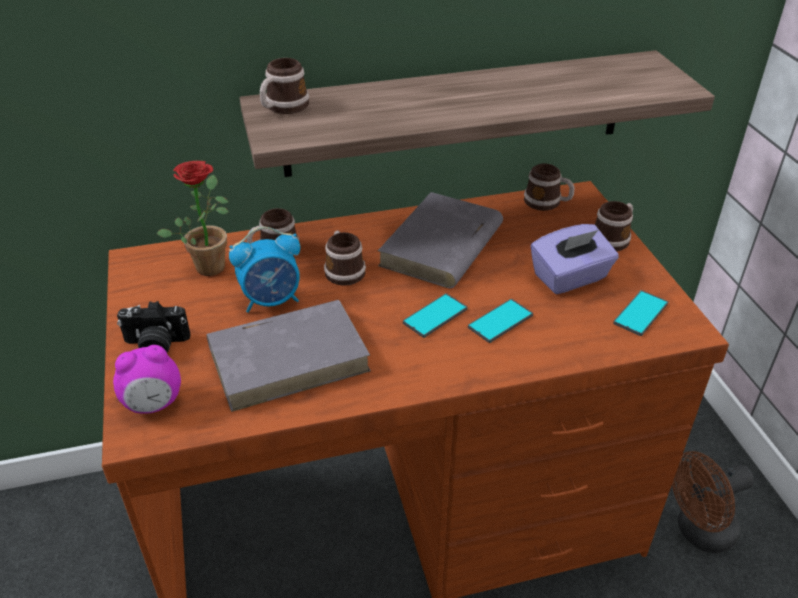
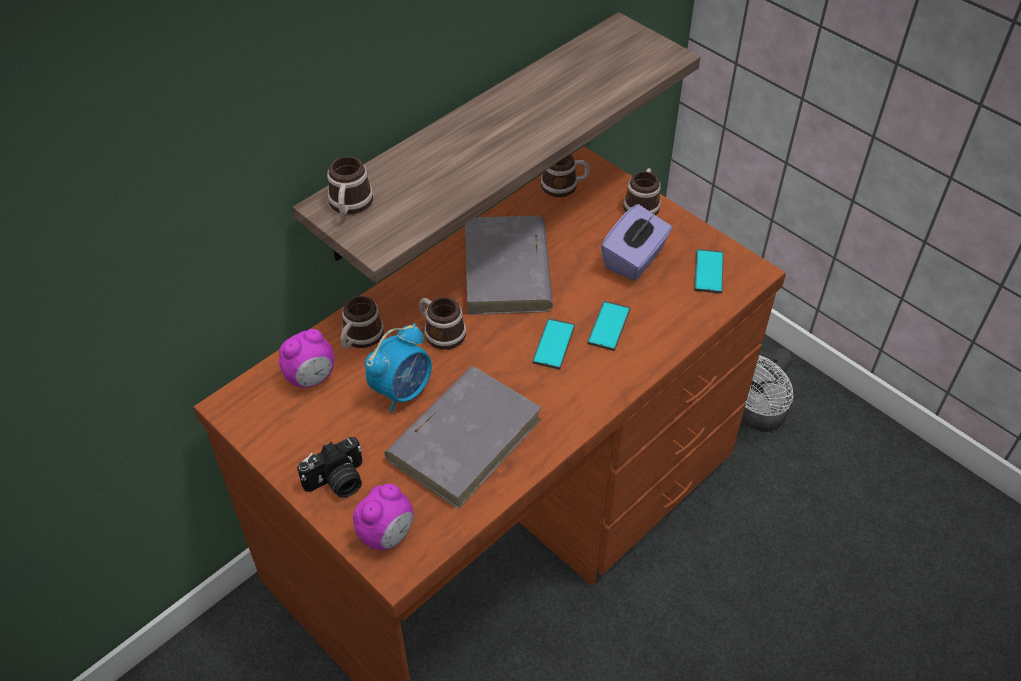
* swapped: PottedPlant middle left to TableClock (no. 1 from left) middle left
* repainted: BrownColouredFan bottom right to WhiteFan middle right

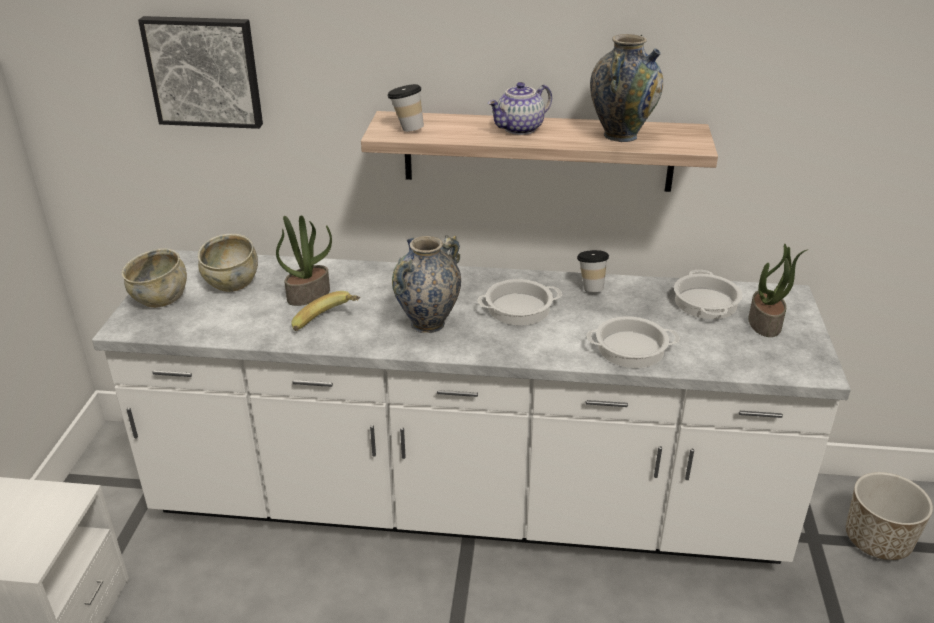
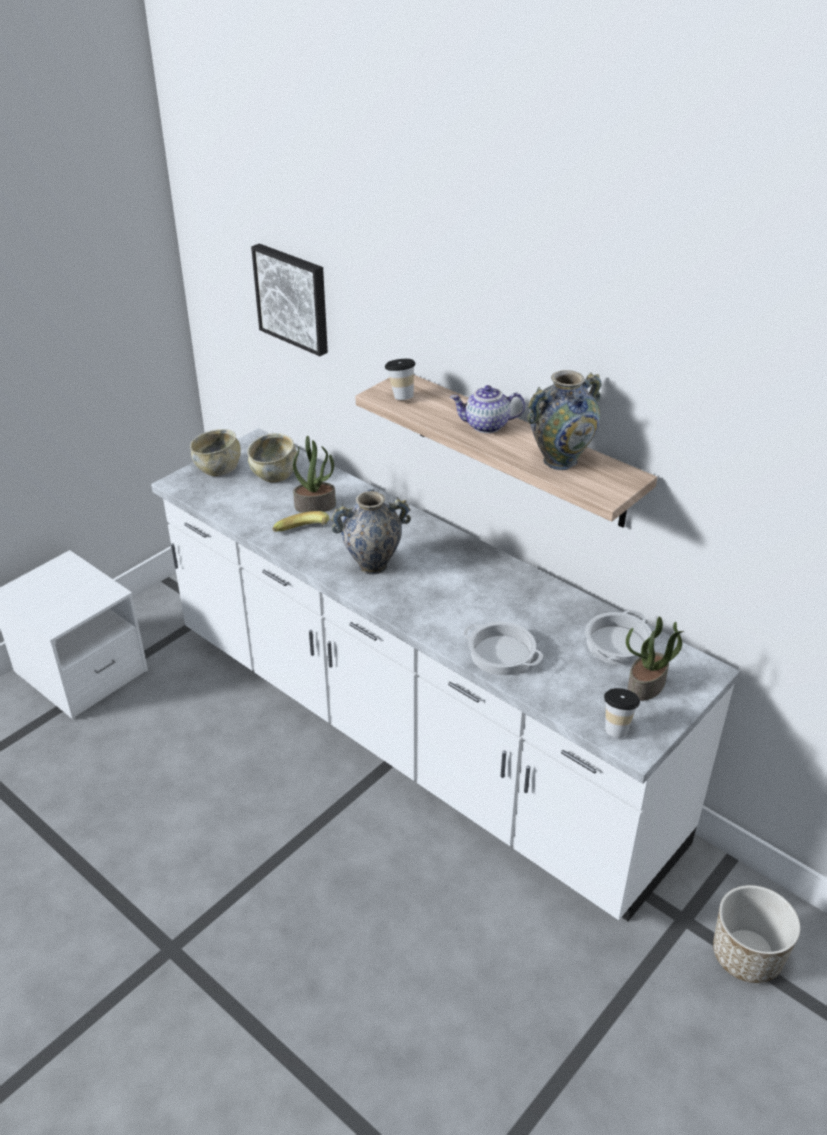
* shifted: Cup (no. 2 from left) centre to middle right
* gone: CookingPot (no. 1 from left) centre

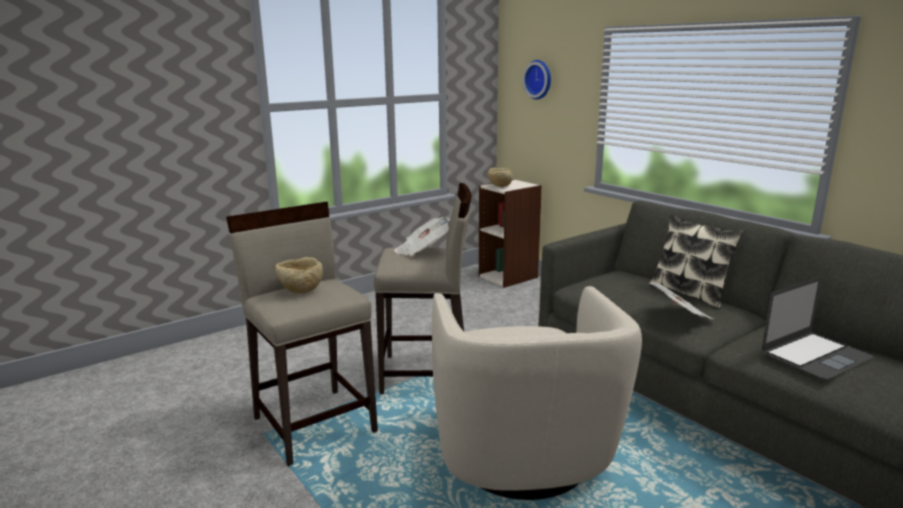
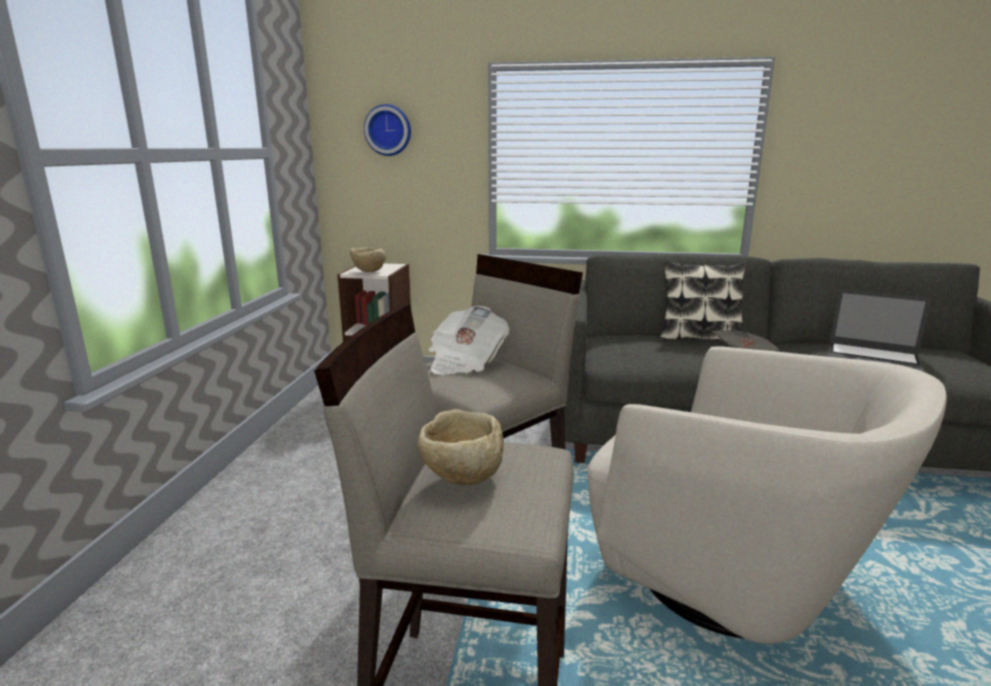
* rotated: PortableComputer middle right = middle right 105 degrees clockwise

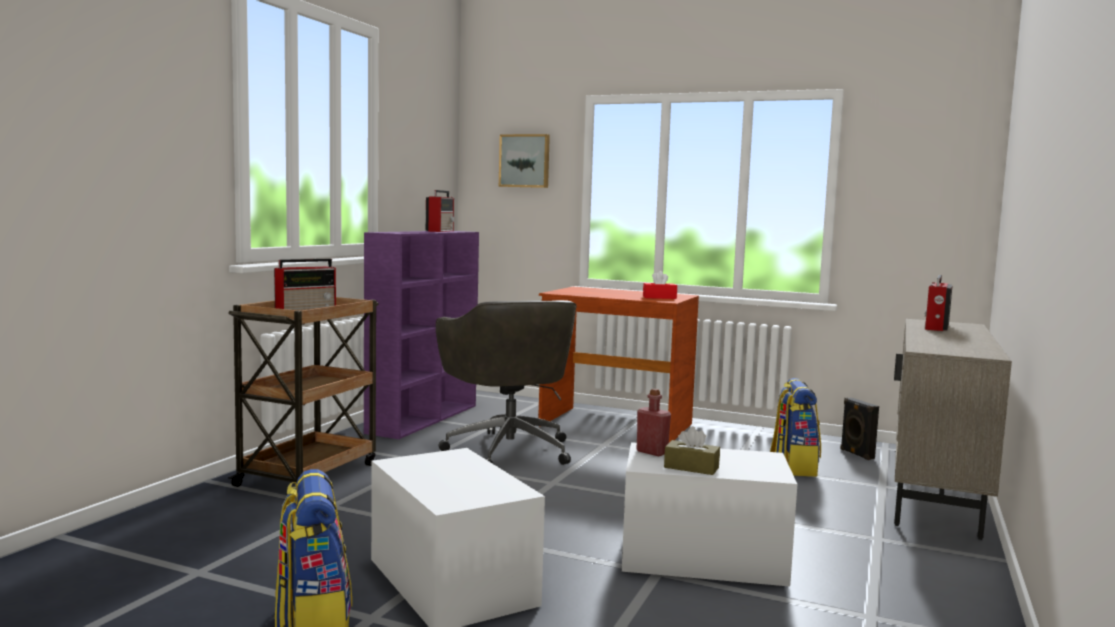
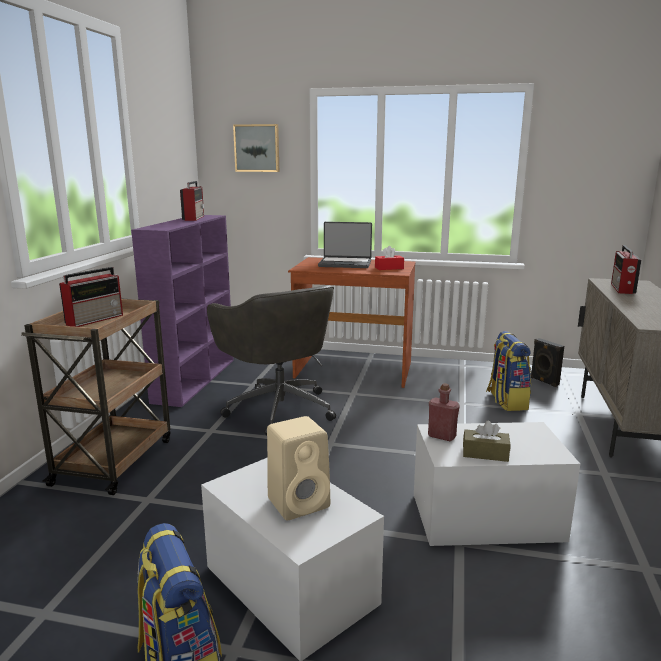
* new: PortableComputer centre
* new: SandColouredAudioSpeaker bottom centre

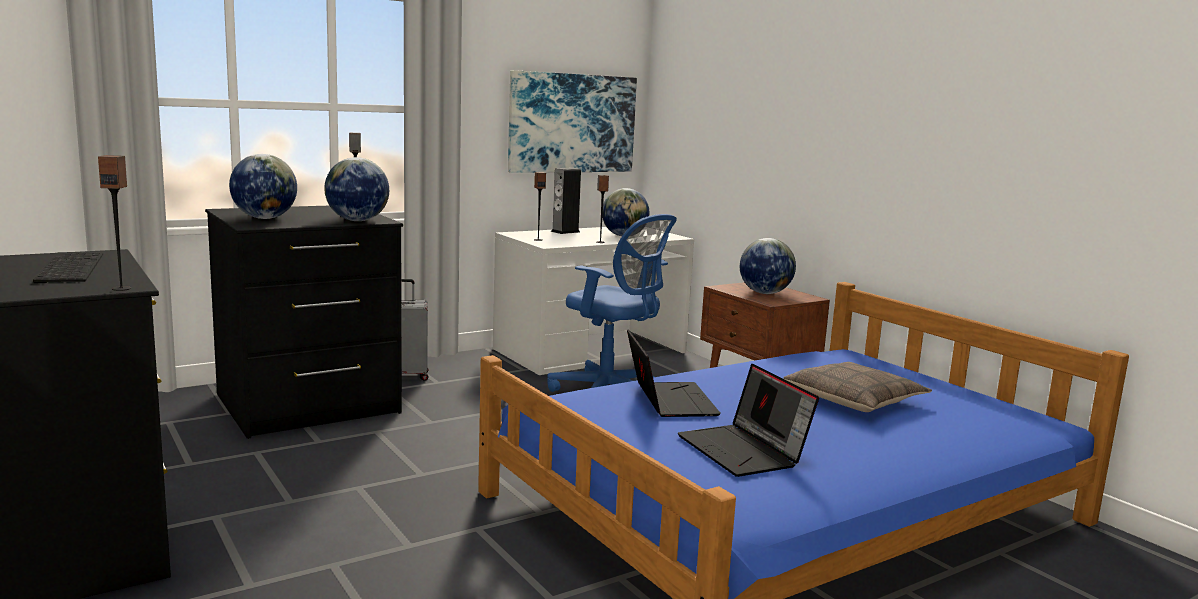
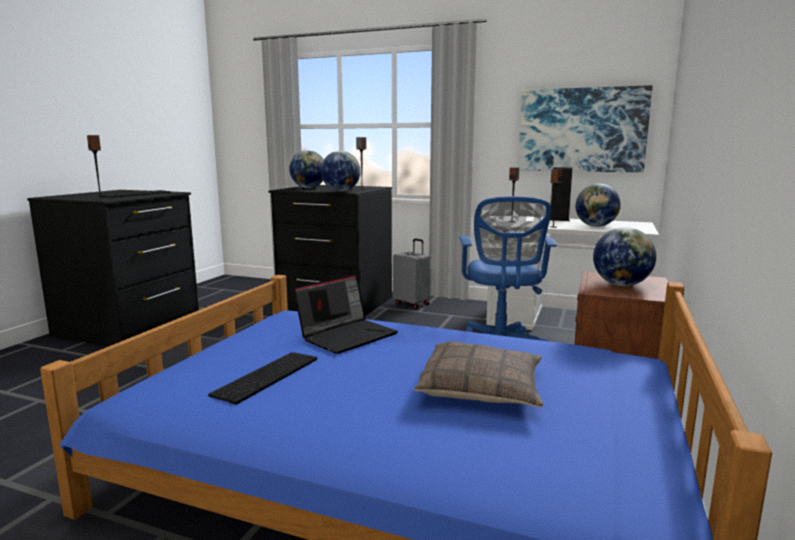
* swapped: PortableComputer (no. 2 from left) bottom centre to PcKeyboard (no. 2 from left) bottom left

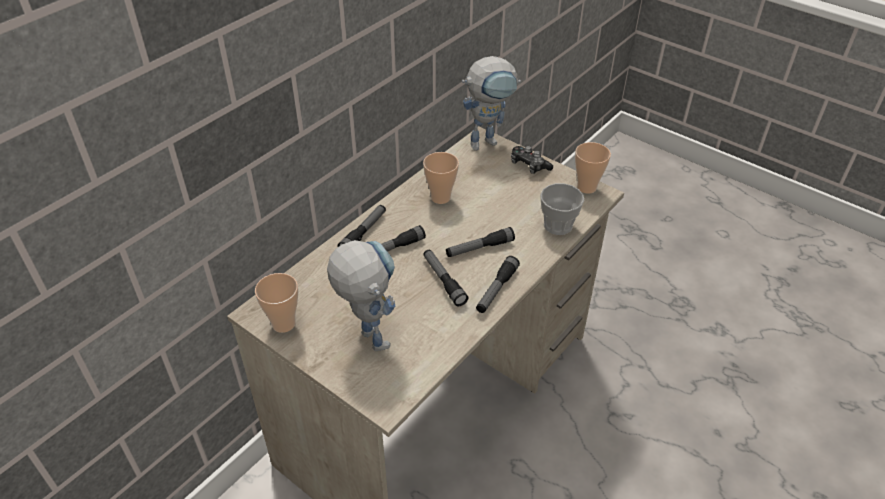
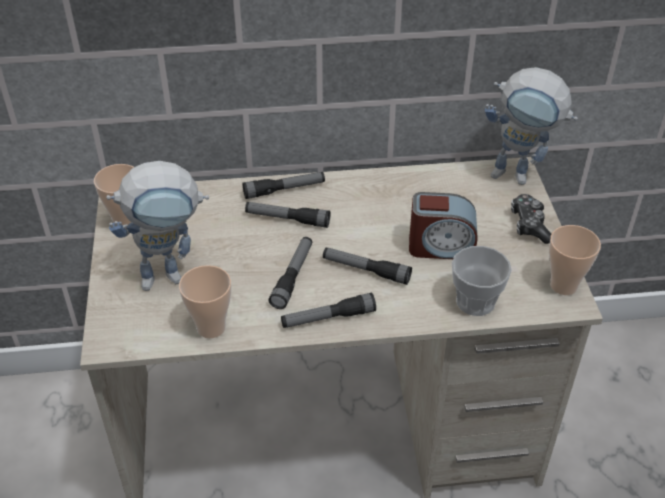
* shifted: Cup (no. 2 from left) centre to middle left
* rotated: ModelRobot (no. 1 from left) centre = middle left 60 degrees clockwise
* new: TableClock centre

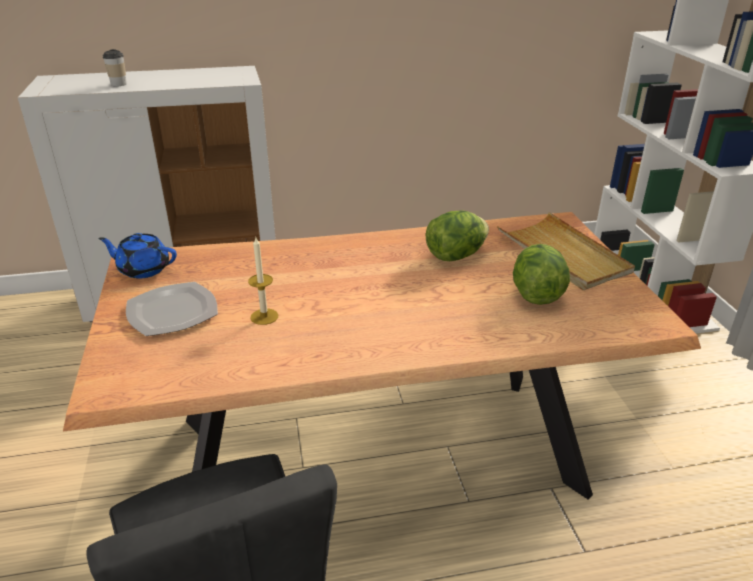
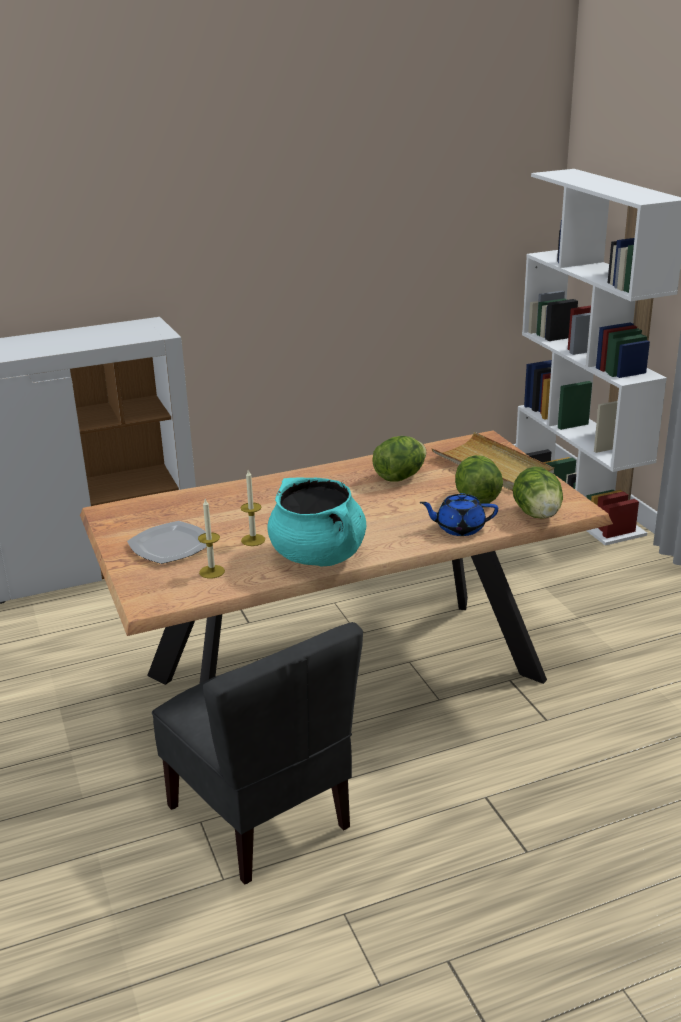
* gone: Cup top left
* shifted: BluePotForTea middle left to middle right
* new: HeadOfLettuce (no. 3 from left) middle right
* new: BlueGreenCookingPot centre
* new: Candle (no. 1 from left) middle left

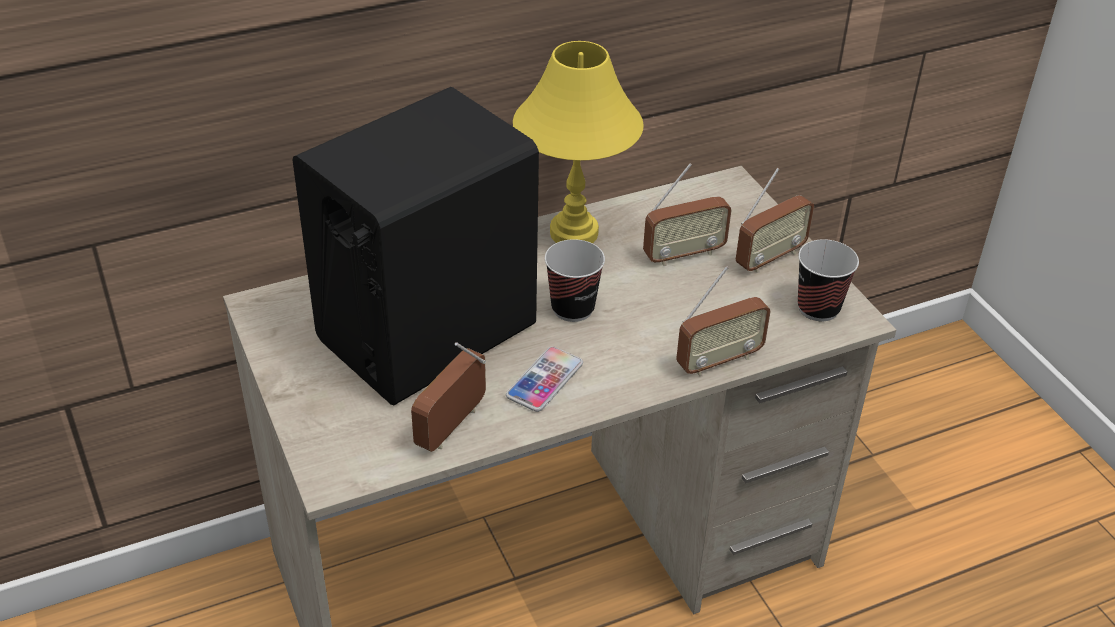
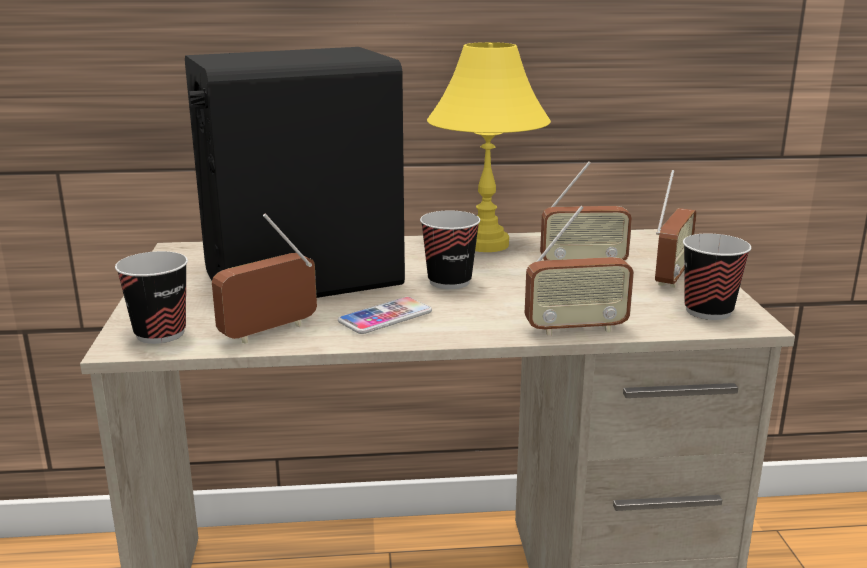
* rotated: RadioSet (no. 4 from left) middle right = middle right 45 degrees counterclockwise
* new: Cup (no. 1 from left) middle left

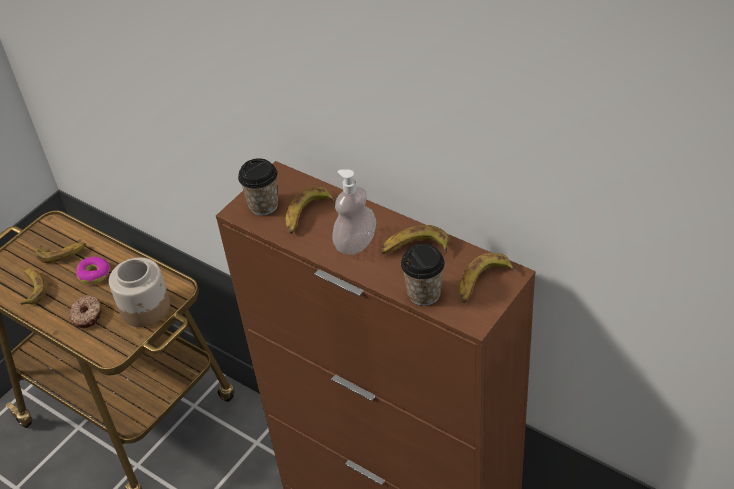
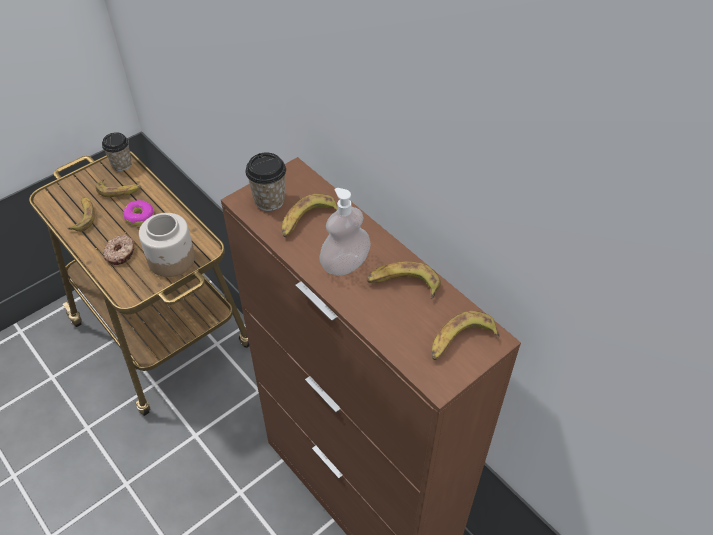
* shifted: Cup (no. 2 from left in the first image) centre to Cup (no. 1 from left) top left

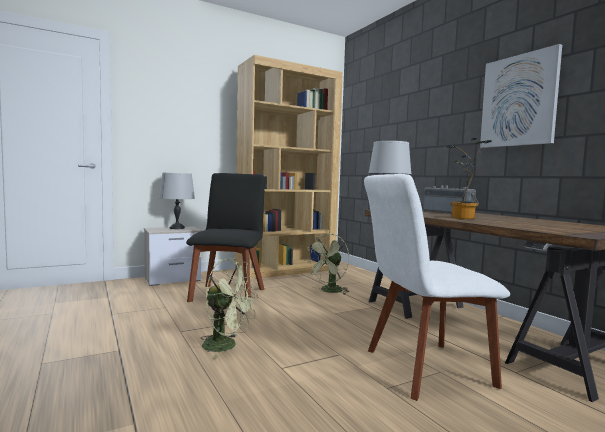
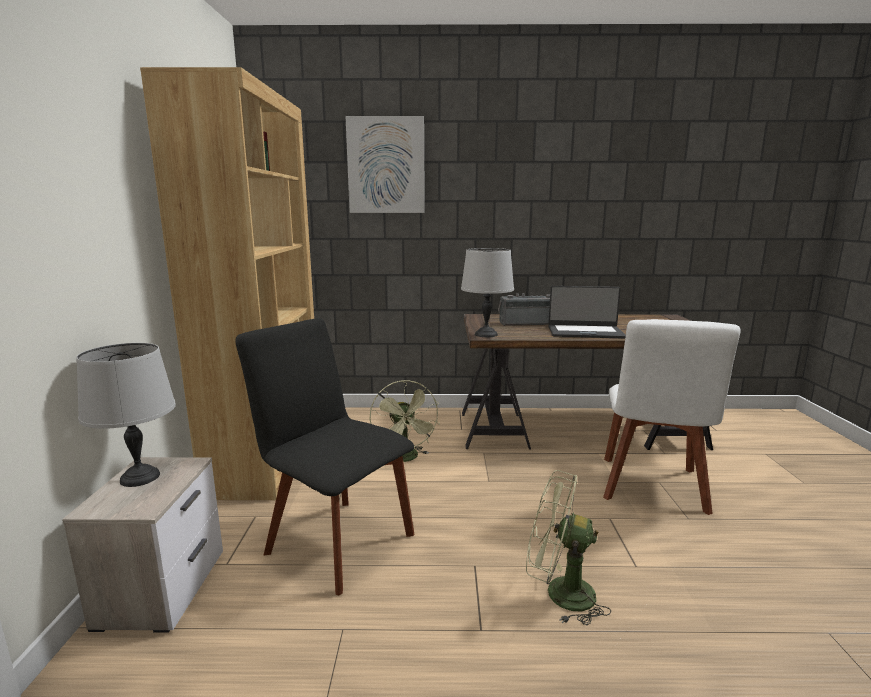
* shifted: Picture top right to top centre
* swapped: PottedPlant middle right to PortableComputer middle right
* rotated: GreenFan (no. 1 from left in the first image) bottom centre = bottom centre 120 degrees counterclockwise

